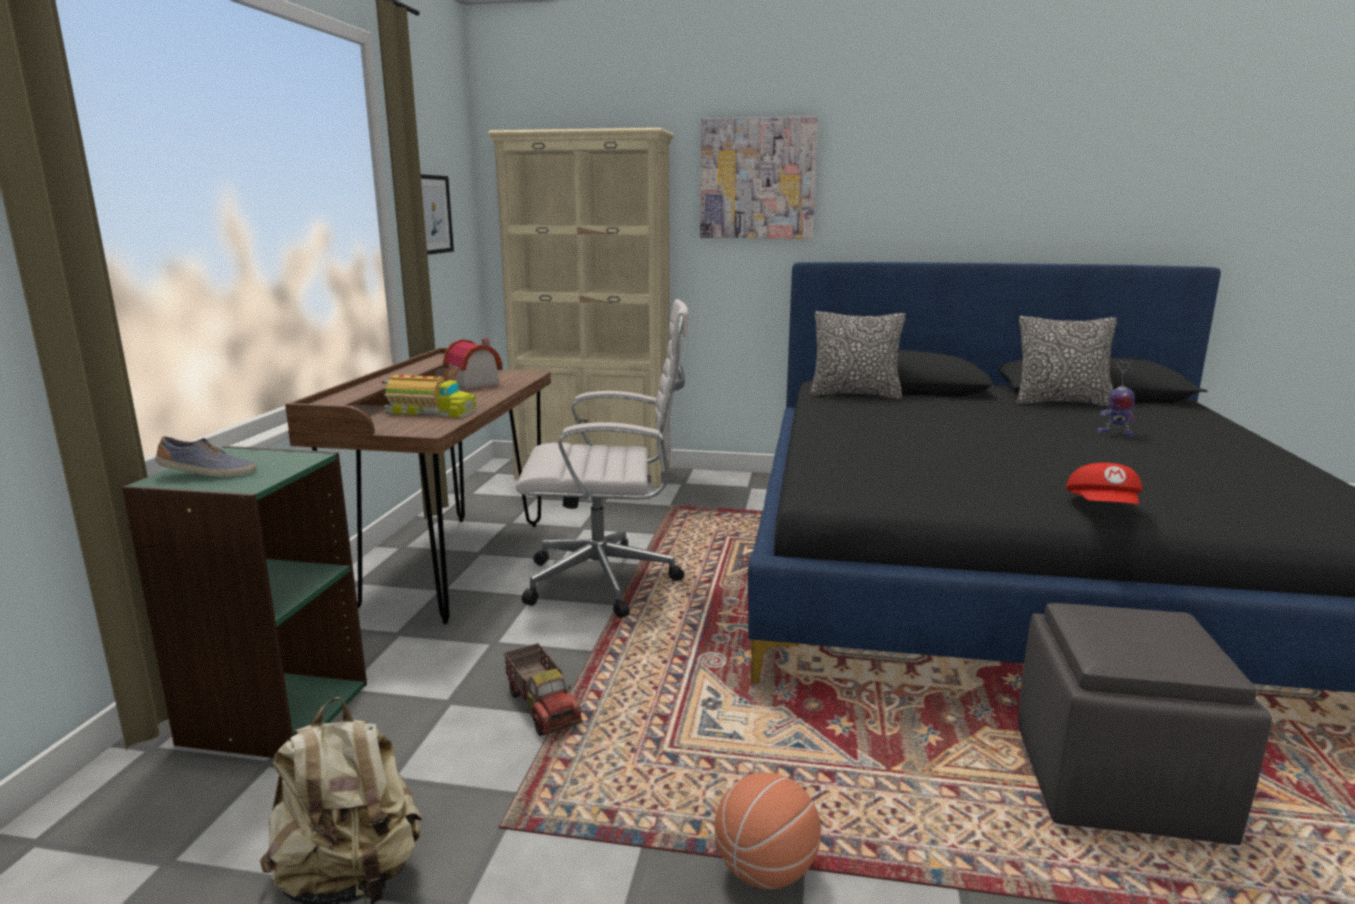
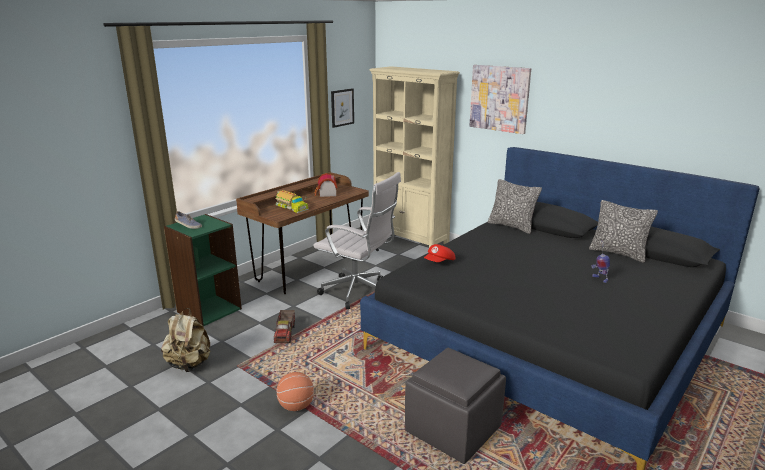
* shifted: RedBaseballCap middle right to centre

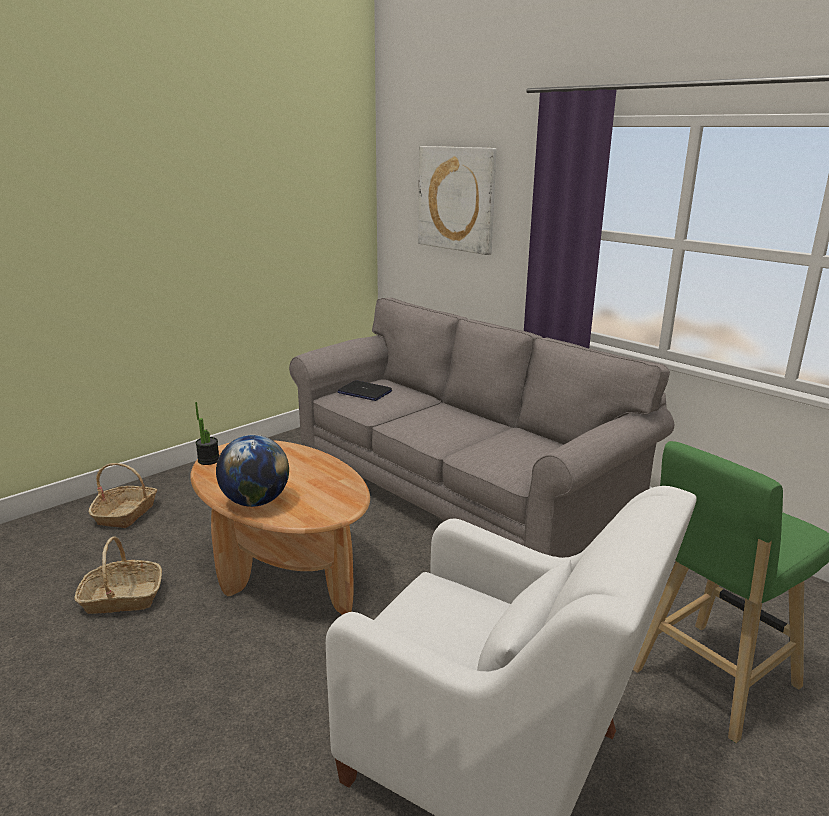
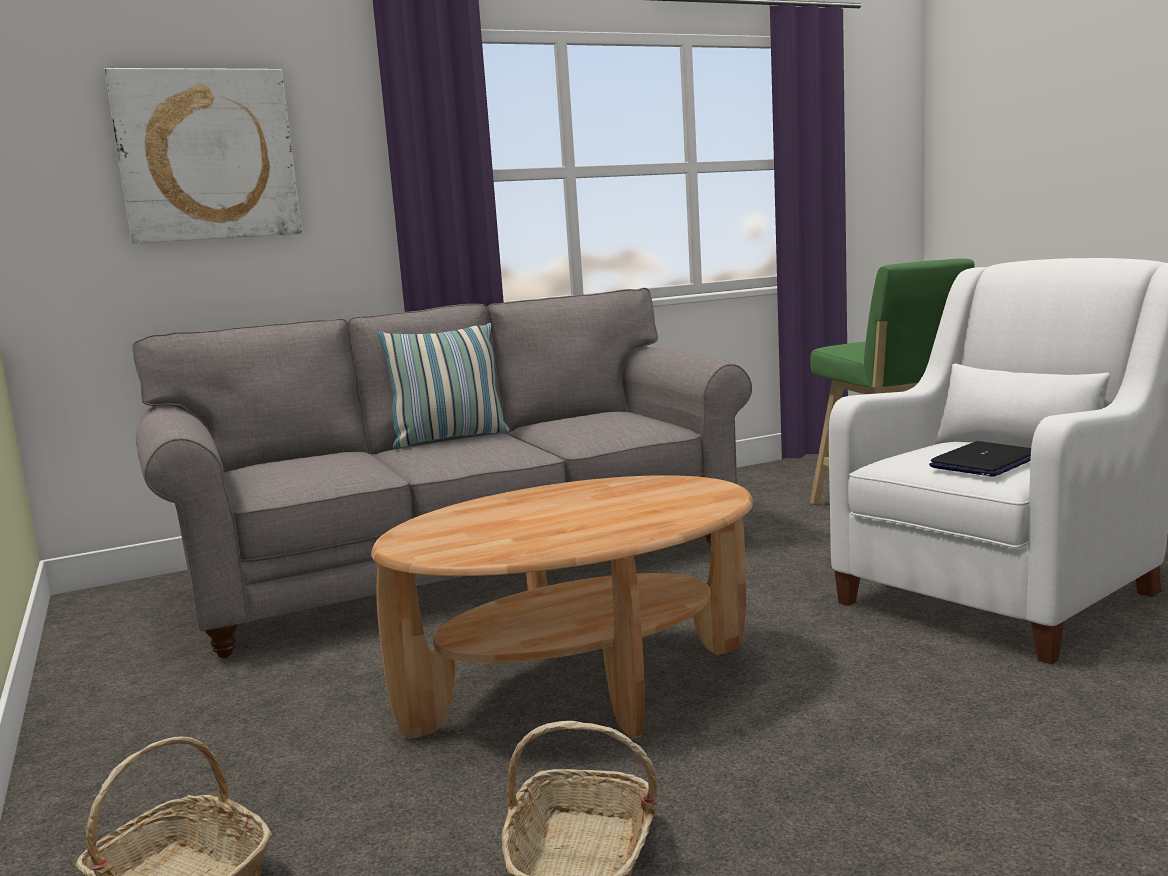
* shifted: PortableComputer centre to middle right
* gone: PottedPlant middle left
* gone: Globe middle left
* new: Pillow centre

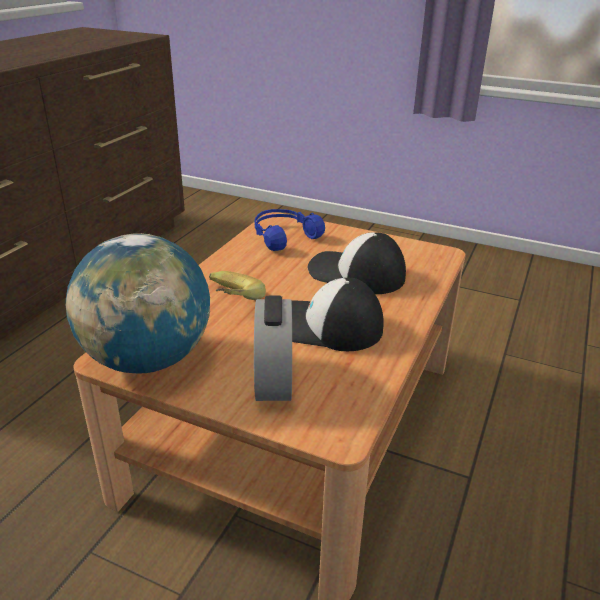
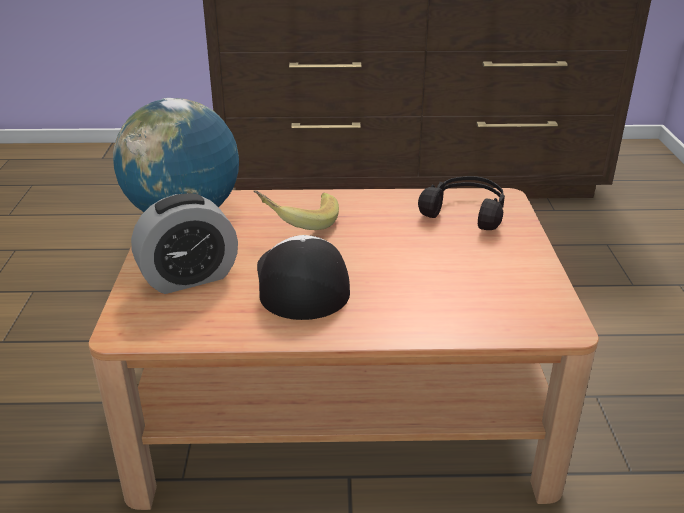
* repainted: BluePairOfHeadphones centre to BlackishPairOfHeadphones middle right
* gone: BaseballCap (no. 2 from left) centre

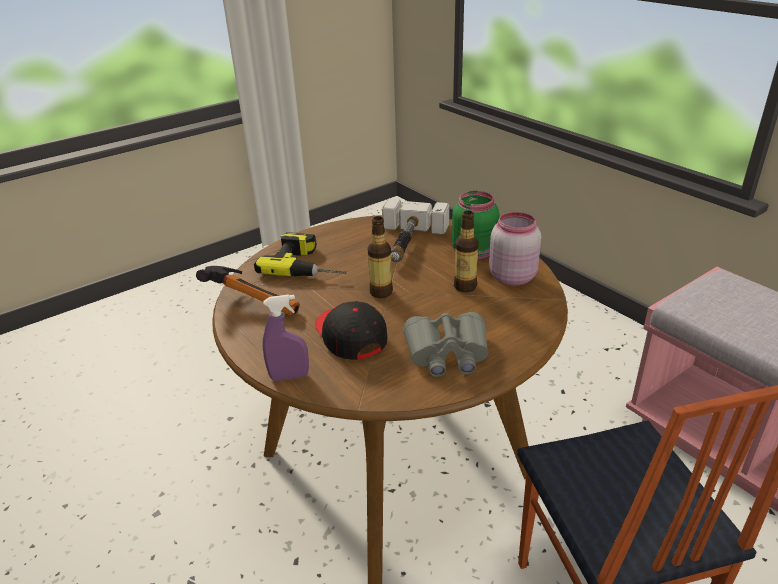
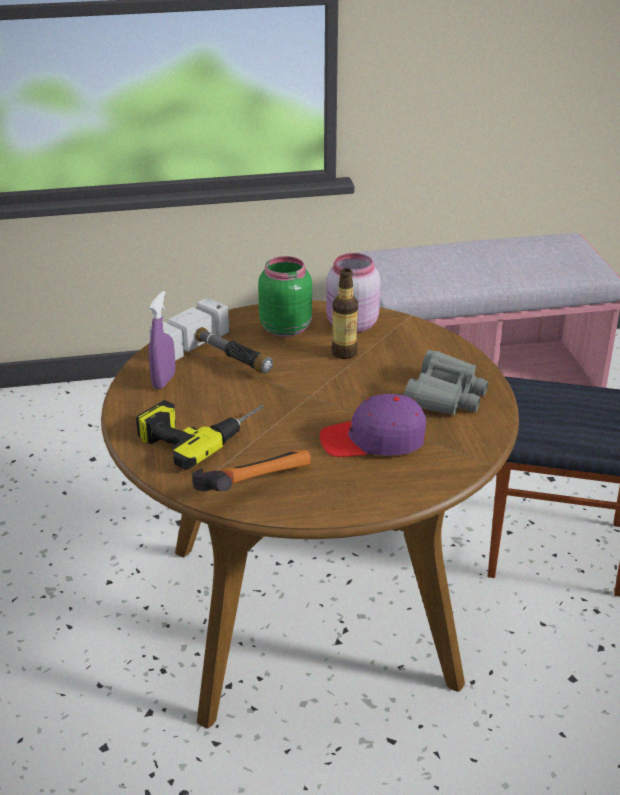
* gone: DrinkBottle (no. 1 from left) centre
* shifted: PurpleHandSprayer centre to middle left
* repainted: BlackishBaseballCap centre to PurpleBaseballCap centre

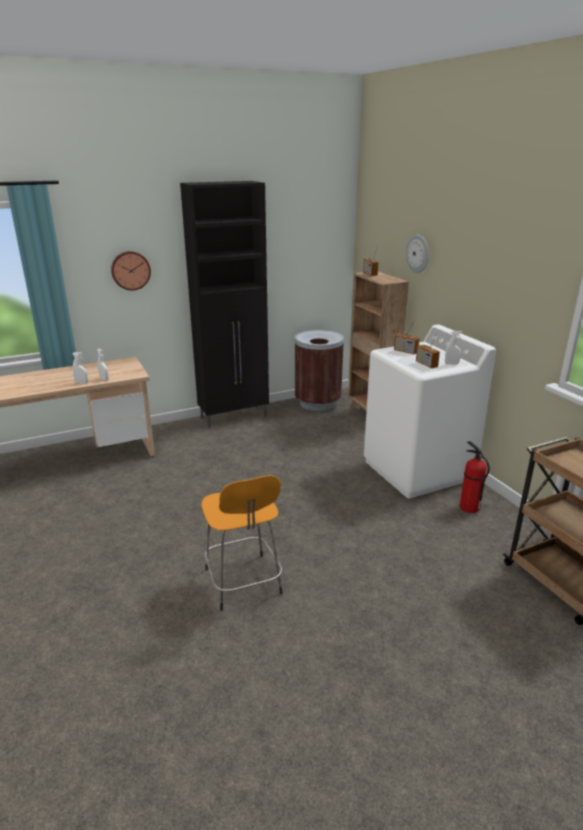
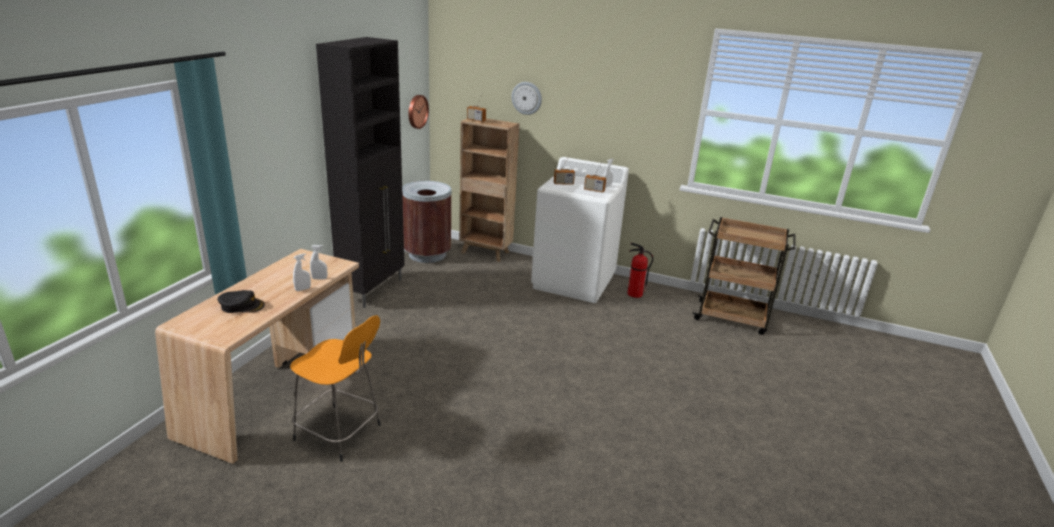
* shifted: WallClock (no. 1 from left) top left to top centre
* shifted: OrangeySittingStool centre to bottom left
* new: BlackishBaseballCap middle left

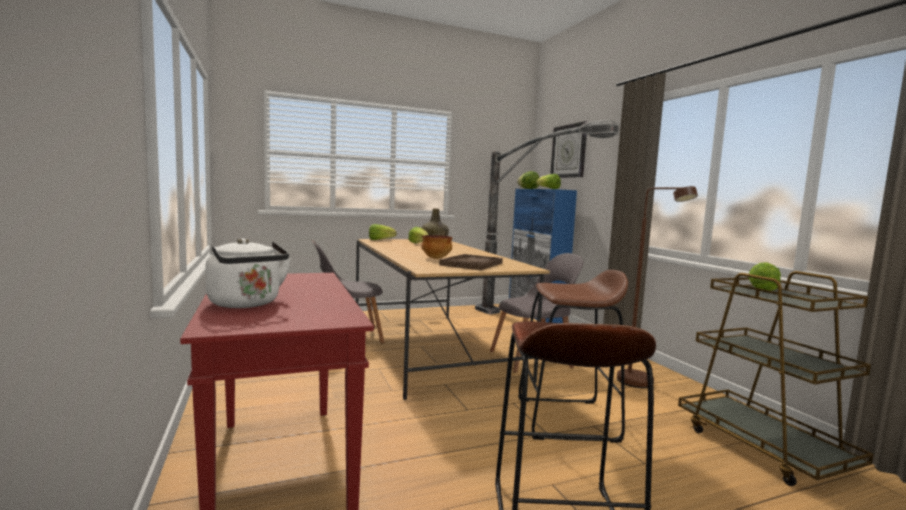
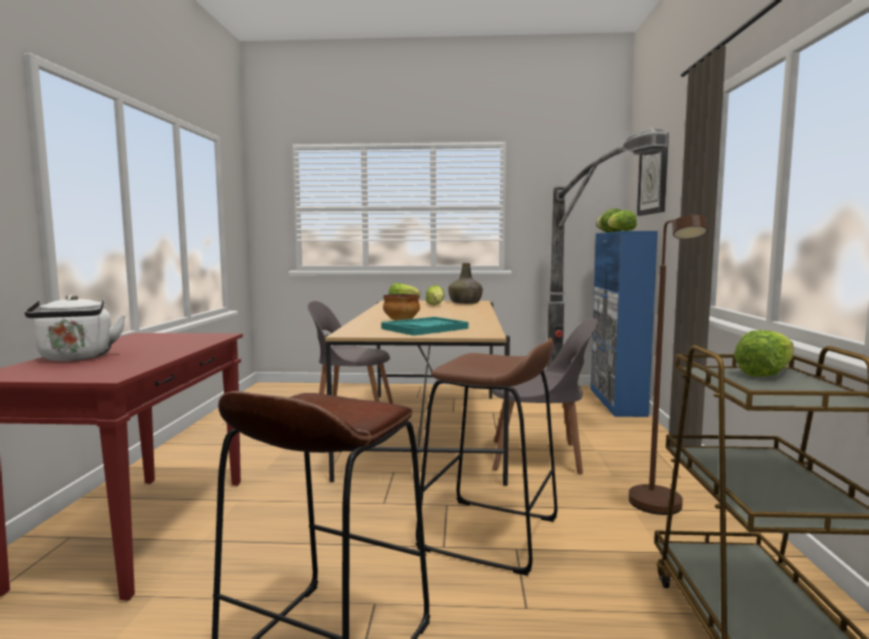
* repainted: BrownColouredCarryingTray centre to BlueGreenCarryingTray centre

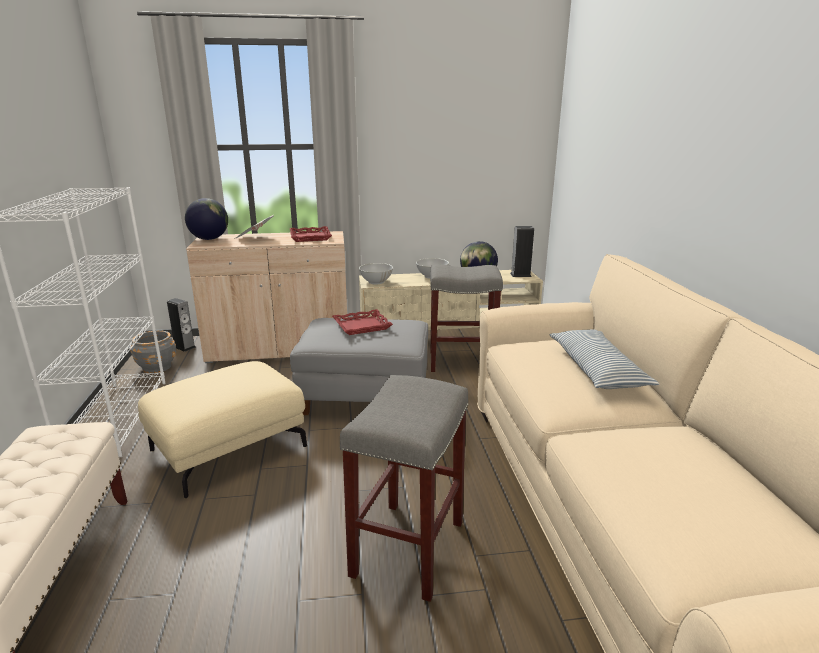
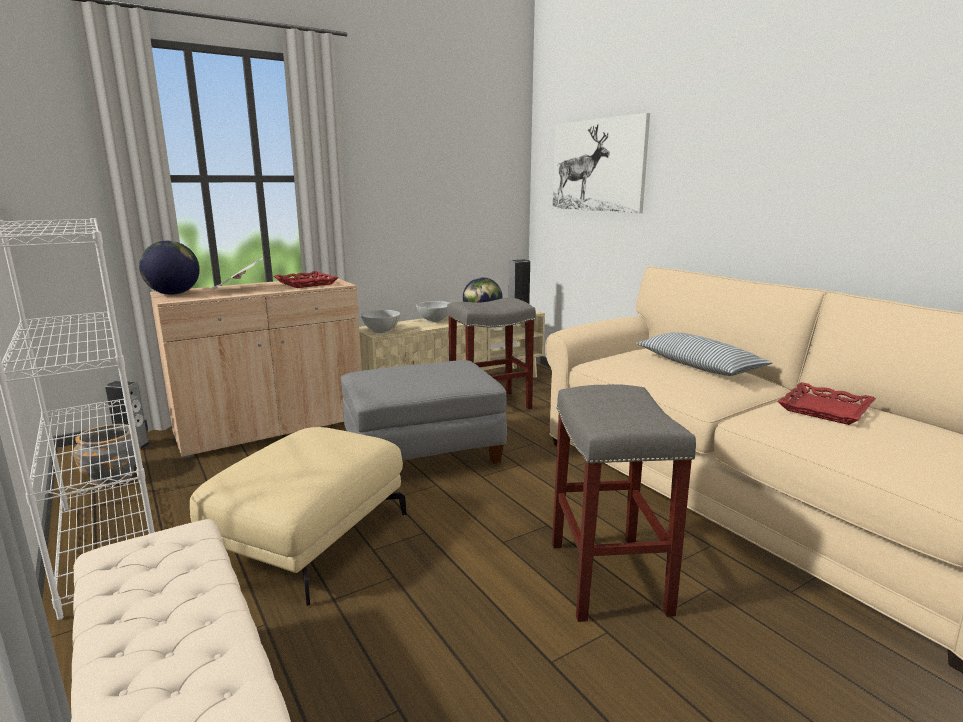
* shifted: RedCarryingTray (no. 2 from left) centre to middle right
* new: Picture top centre

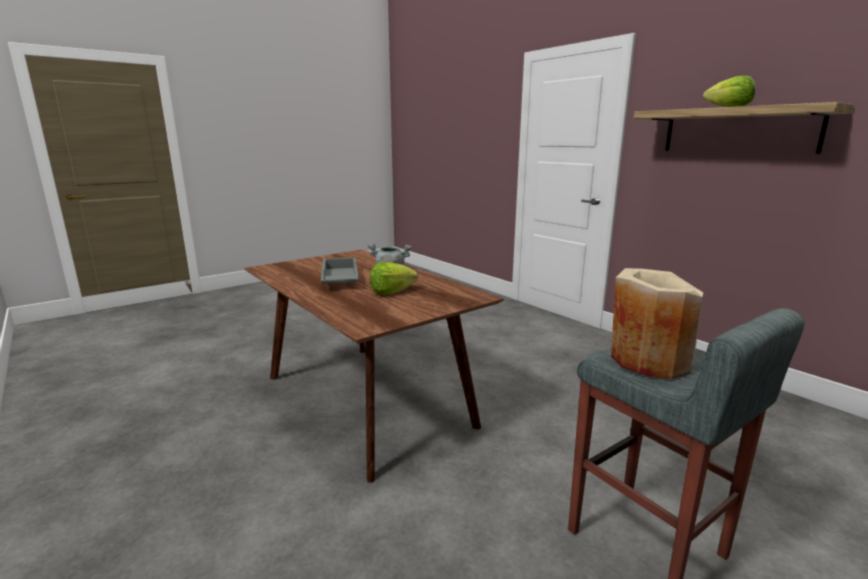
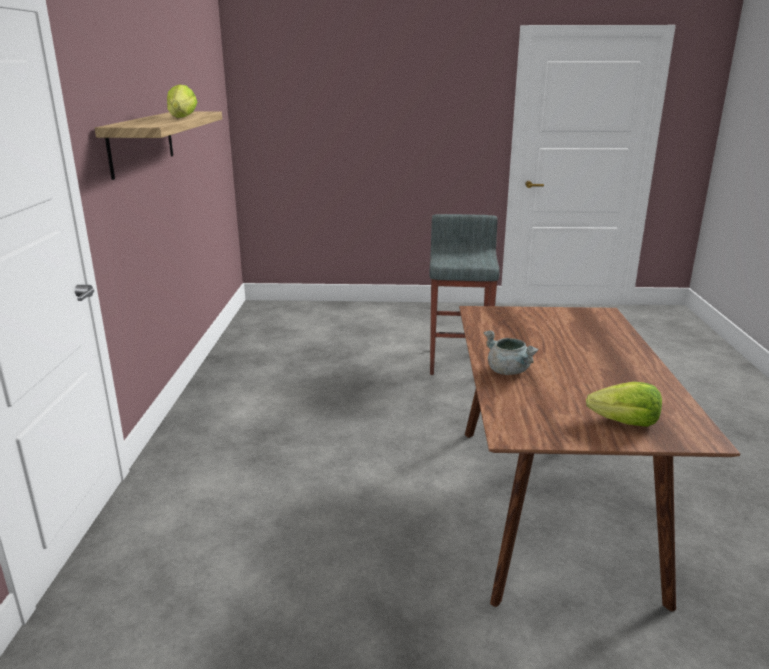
* gone: GreyCarryingTray centre
* shifted: HeadOfLettuce (no. 1 from left in the first image) centre to HeadOfLettuce (no. 2 from left) middle right
* gone: SandColouredFlowerVase middle right

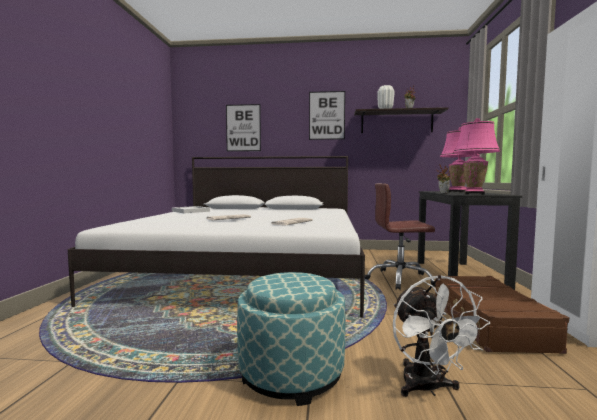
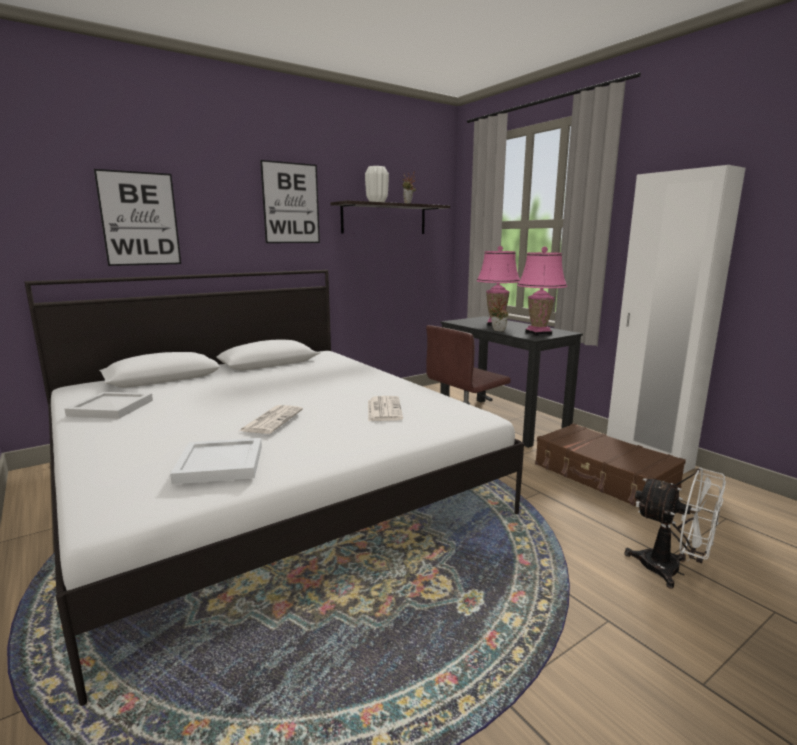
* gone: Pouffe bottom centre
* new: WhiteCarryingTray (no. 2 from left) middle left

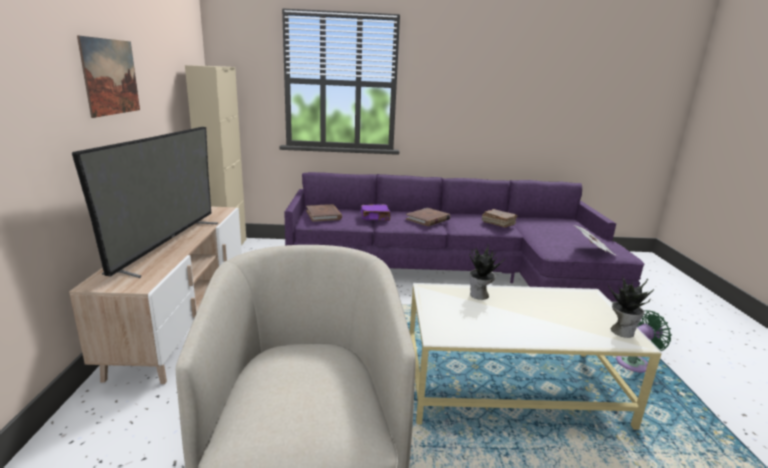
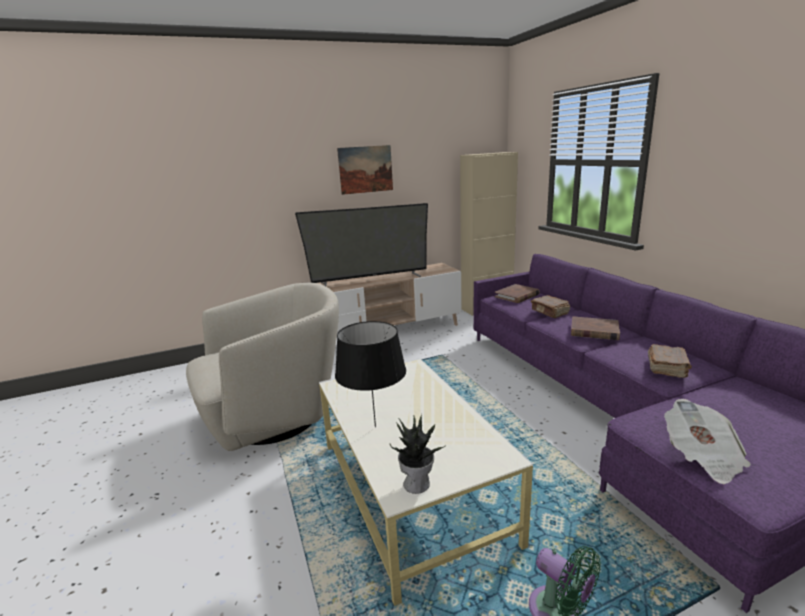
* repainted: PurpleBoundBook centre to BrownColouredBoundBook (no. 2 from left) middle right
* gone: PottedPlant (no. 1 from left) centre
* new: BlackishTableLamp centre

